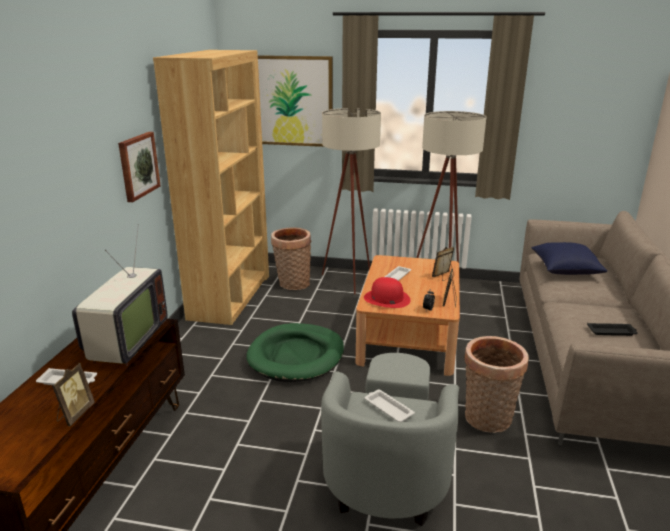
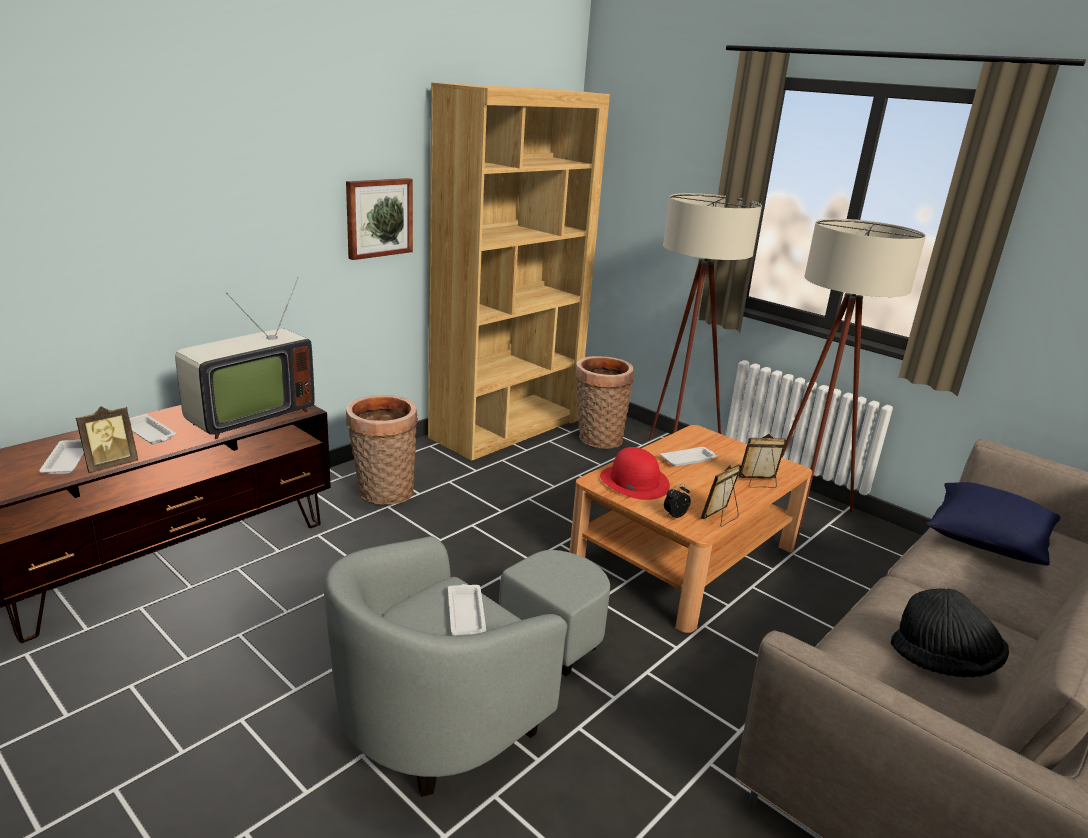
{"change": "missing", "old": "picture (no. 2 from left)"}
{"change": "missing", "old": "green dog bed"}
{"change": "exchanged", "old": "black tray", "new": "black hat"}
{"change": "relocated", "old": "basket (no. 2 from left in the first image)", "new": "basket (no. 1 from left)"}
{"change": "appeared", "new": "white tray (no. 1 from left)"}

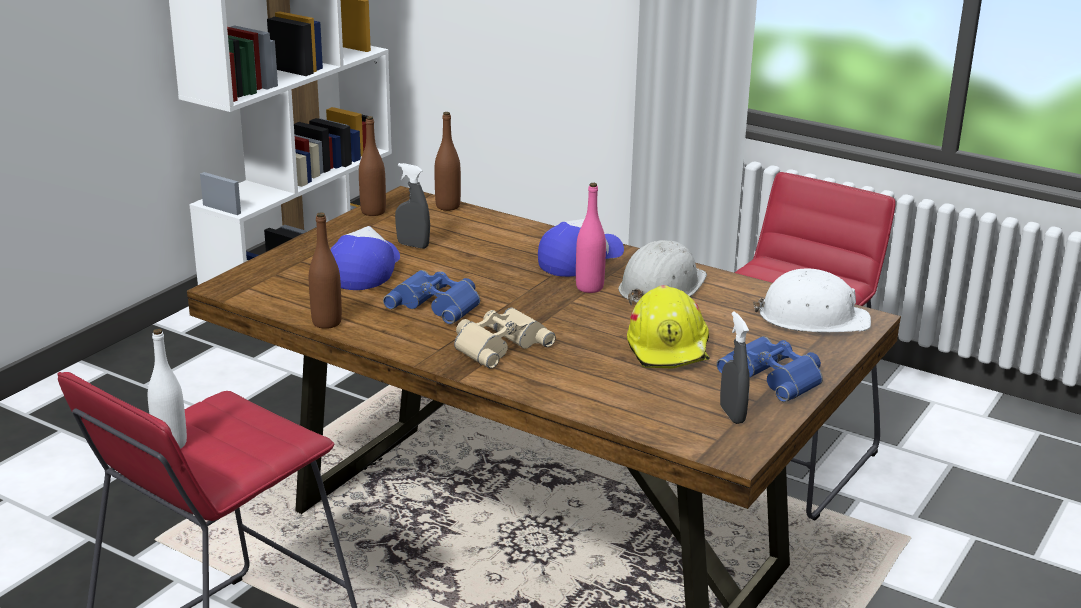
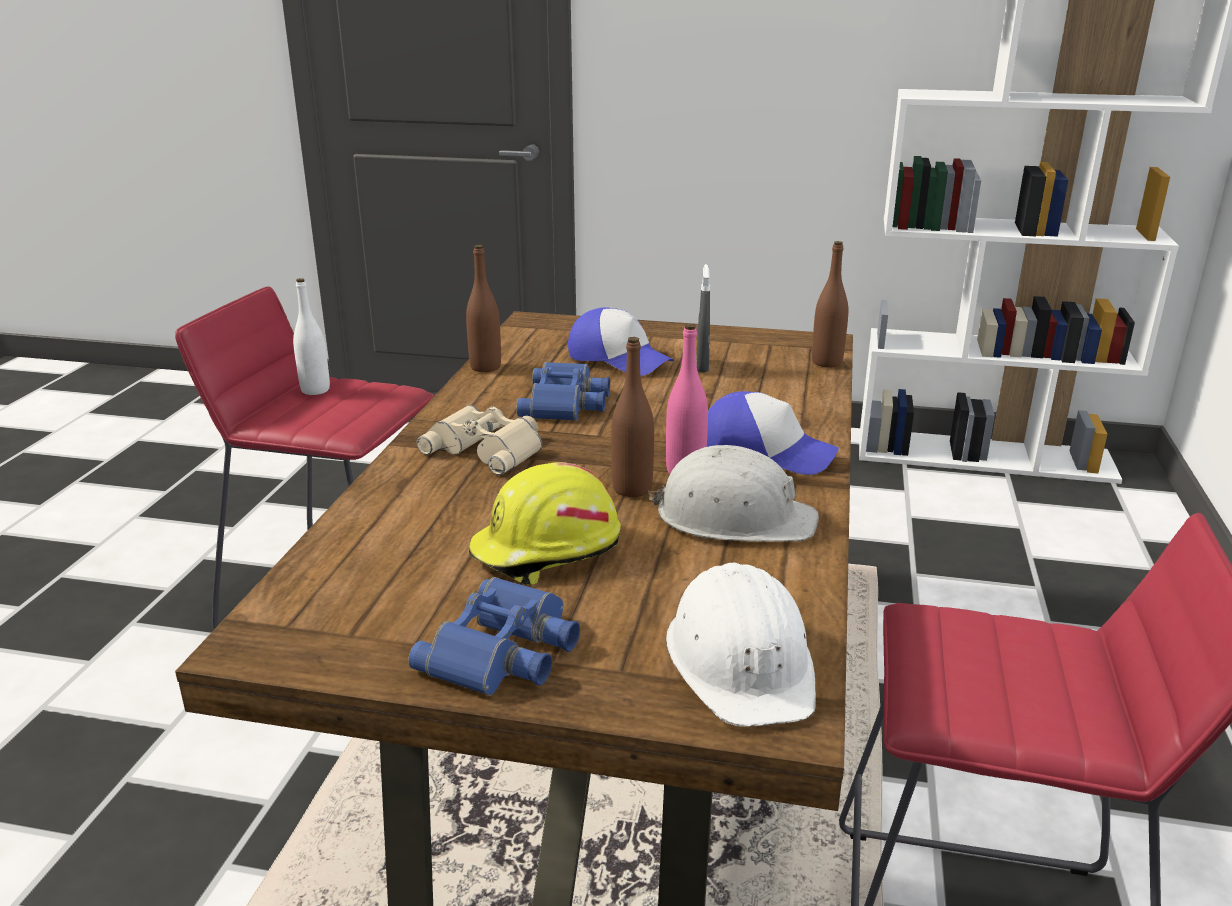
{"change": "relocated", "old": "brown bottle (no. 2 from left)"}
{"change": "spun", "old": "cap (no. 1 from left)", "degrees": 45}
{"change": "missing", "old": "grey spray bottle (no. 2 from left)"}

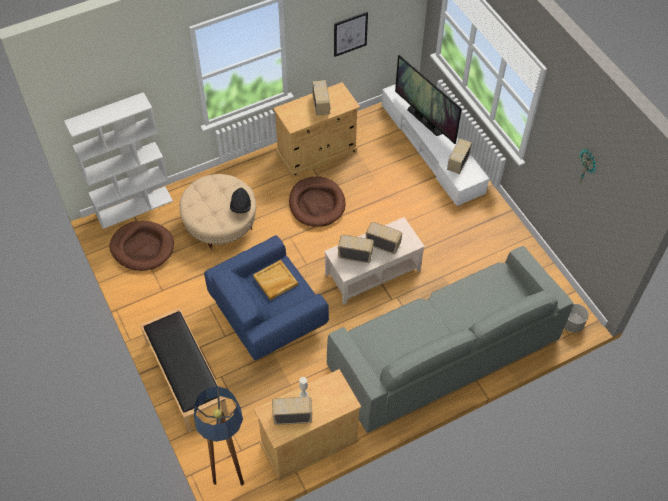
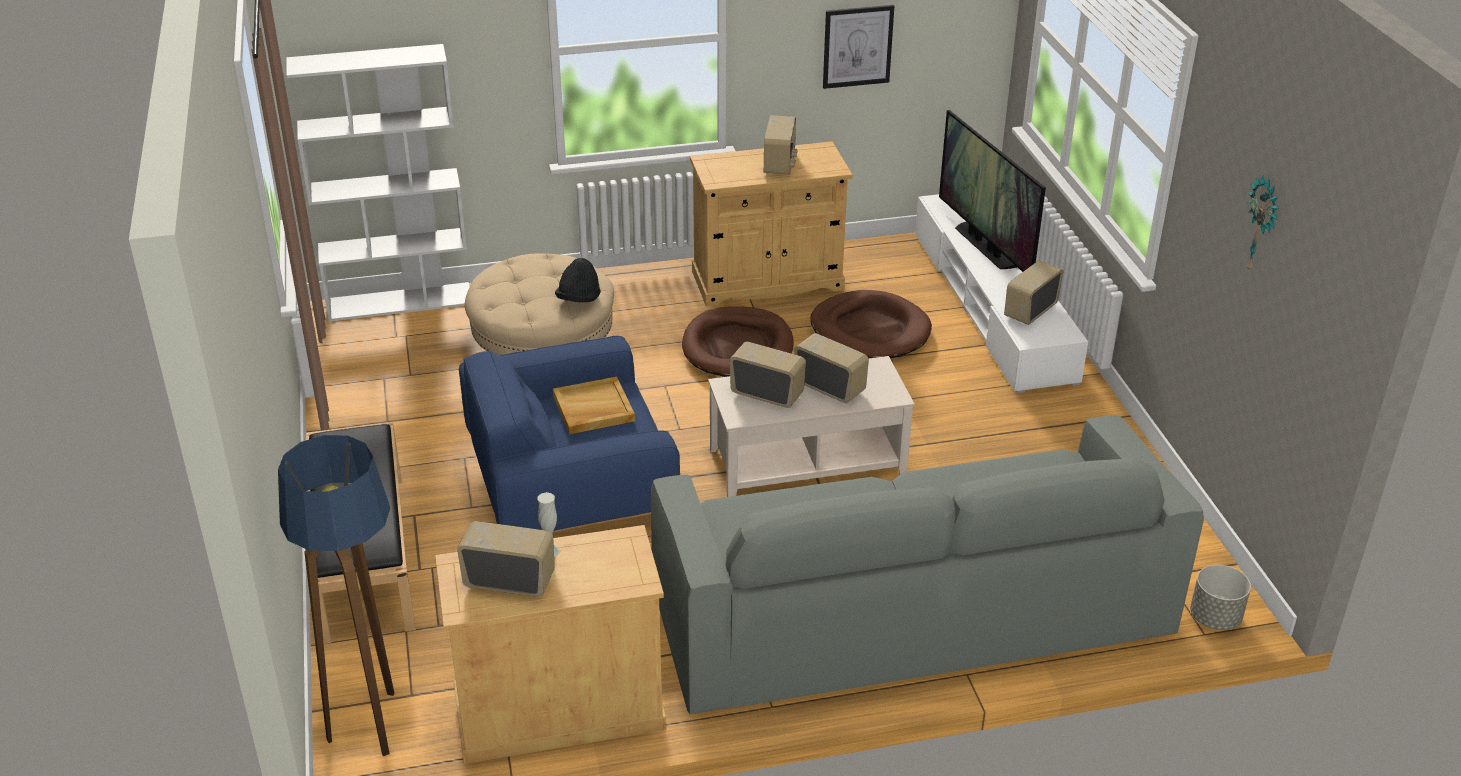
{"change": "relocated", "old": "brown dog bed (no. 1 from left in the first image)", "new": "brown dog bed (no. 2 from left)"}

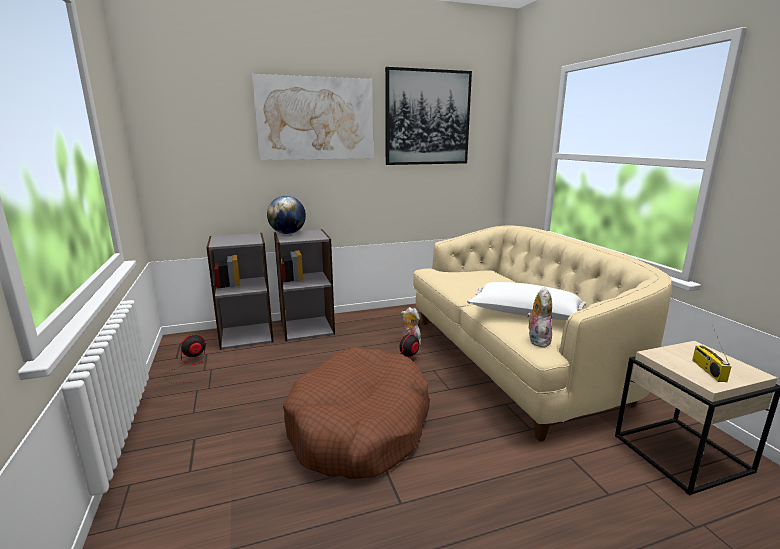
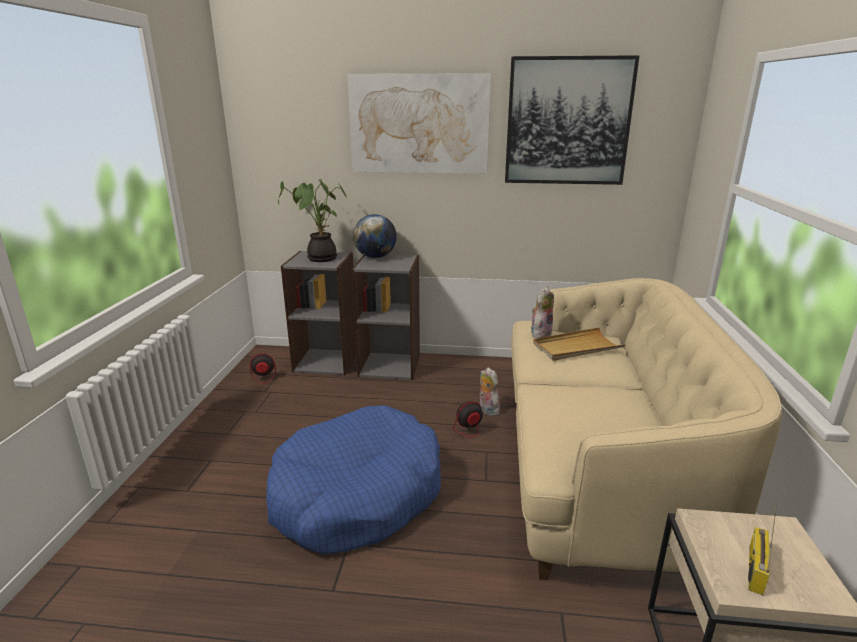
{"change": "missing", "old": "white pillow"}
{"change": "relocated", "old": "plush toy (no. 2 from left)"}
{"change": "colour", "old": "brown dog bed", "new": "blue dog bed"}
{"change": "appeared", "new": "potted plant"}
{"change": "appeared", "new": "beige tray"}

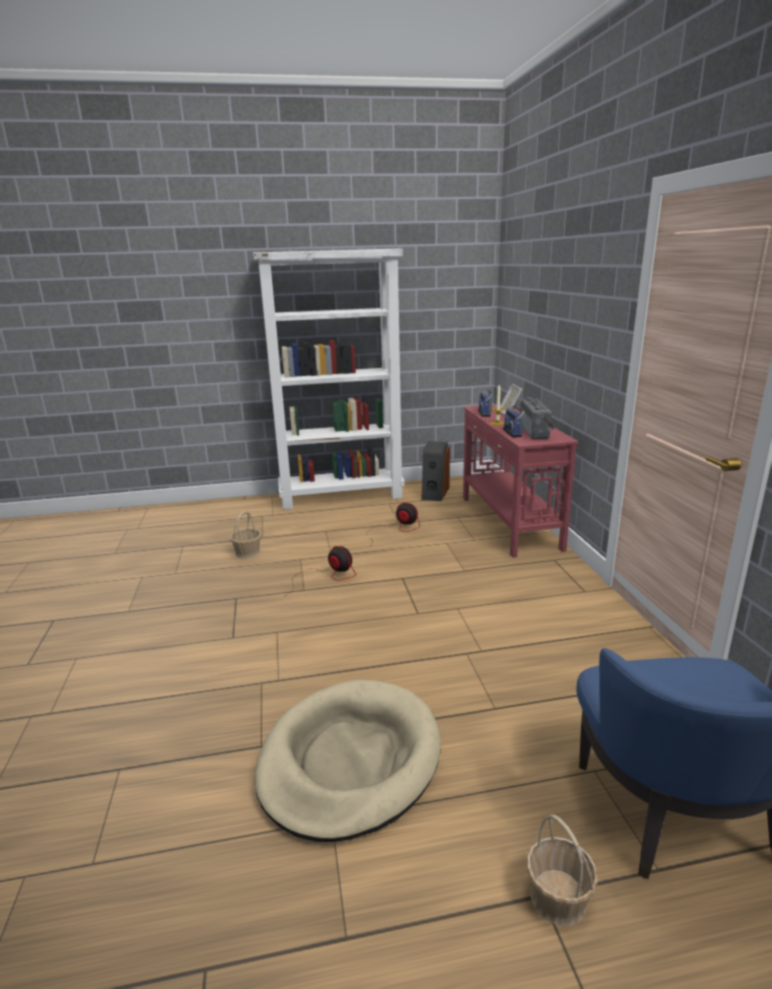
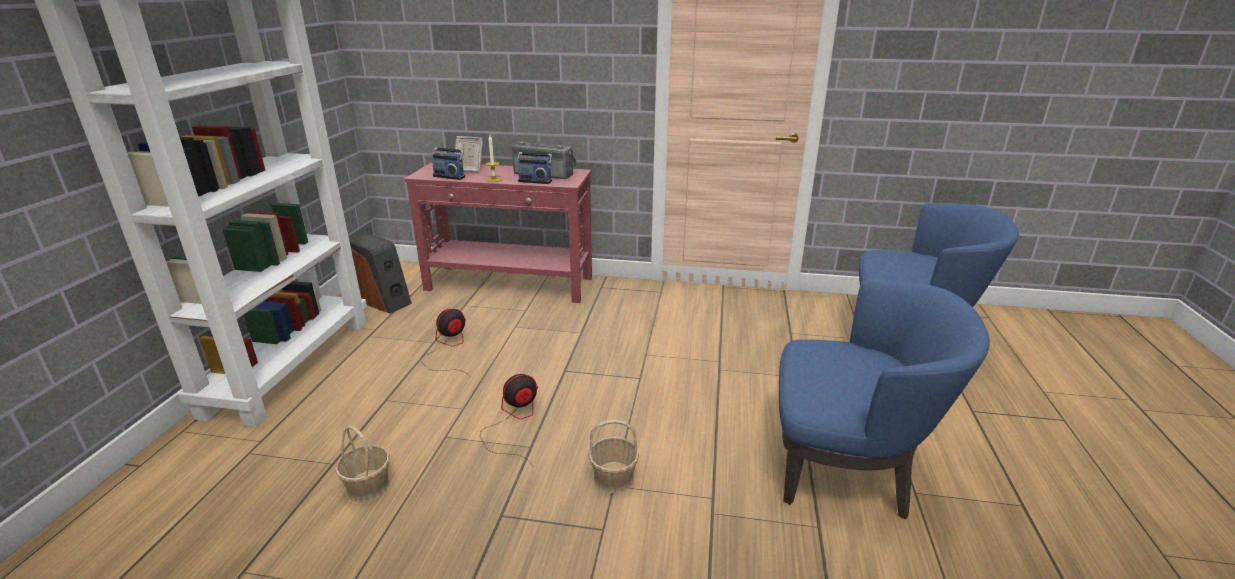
{"change": "exchanged", "old": "beige dog bed", "new": "blue armchair (no. 1 from left)"}
{"change": "relocated", "old": "basket (no. 2 from left)"}

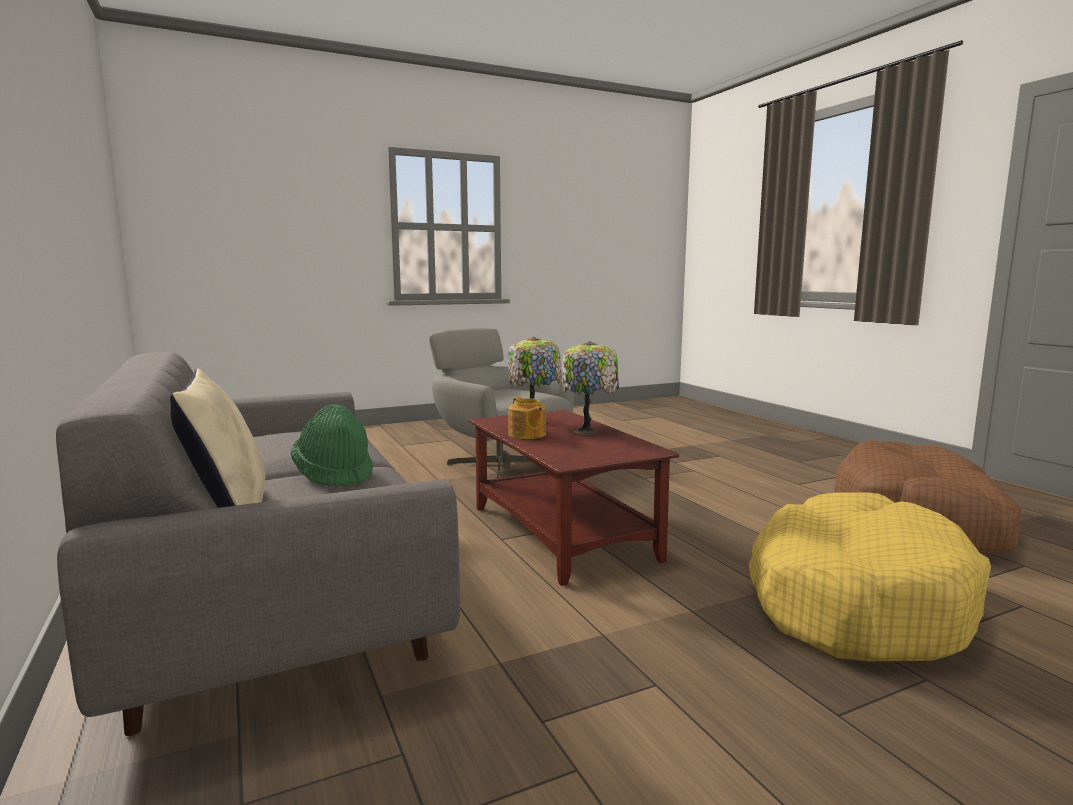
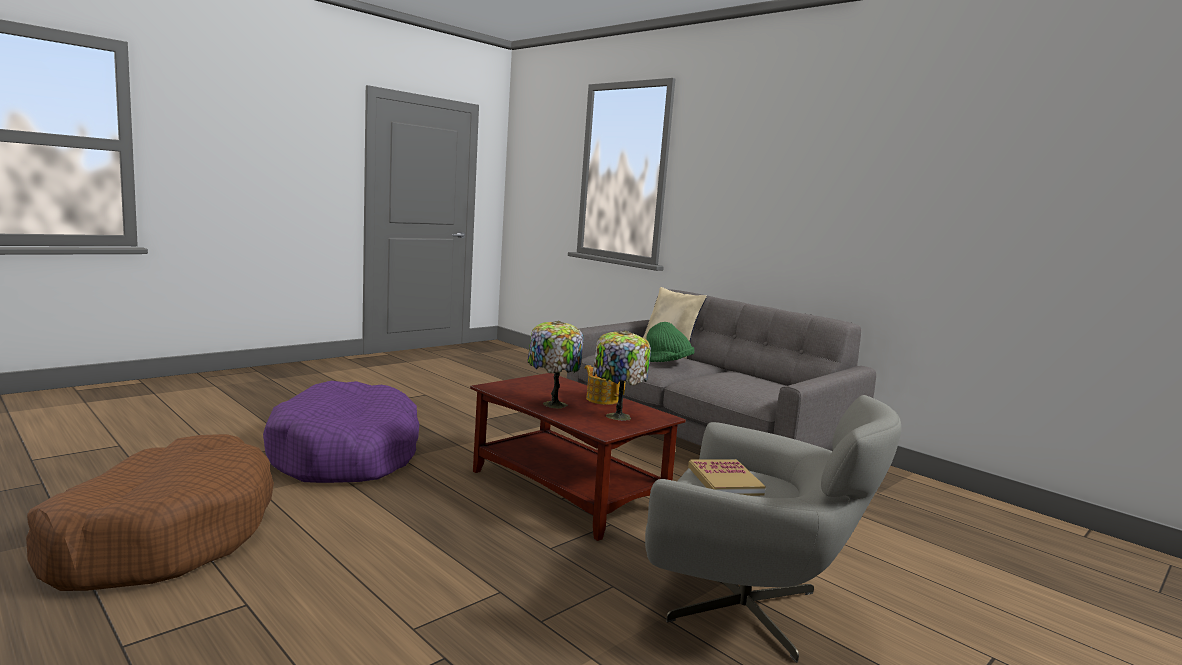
{"change": "colour", "old": "yellow dog bed", "new": "purple dog bed"}
{"change": "appeared", "new": "book"}

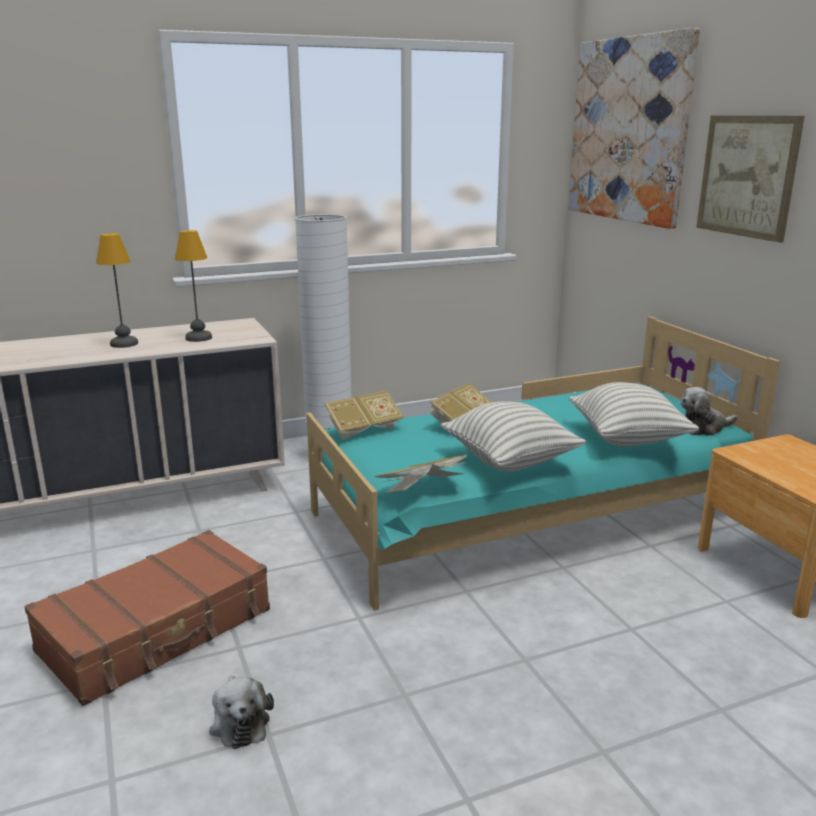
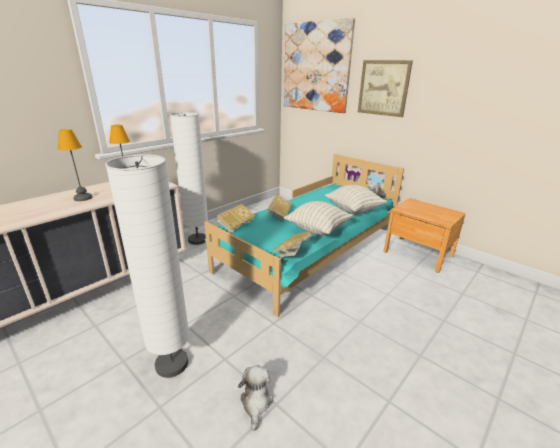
{"change": "exchanged", "old": "brown suitcase", "new": "white floor lamp (no. 1 from left)"}
{"change": "spun", "old": "plush toy (no. 1 from left)", "degrees": -135}

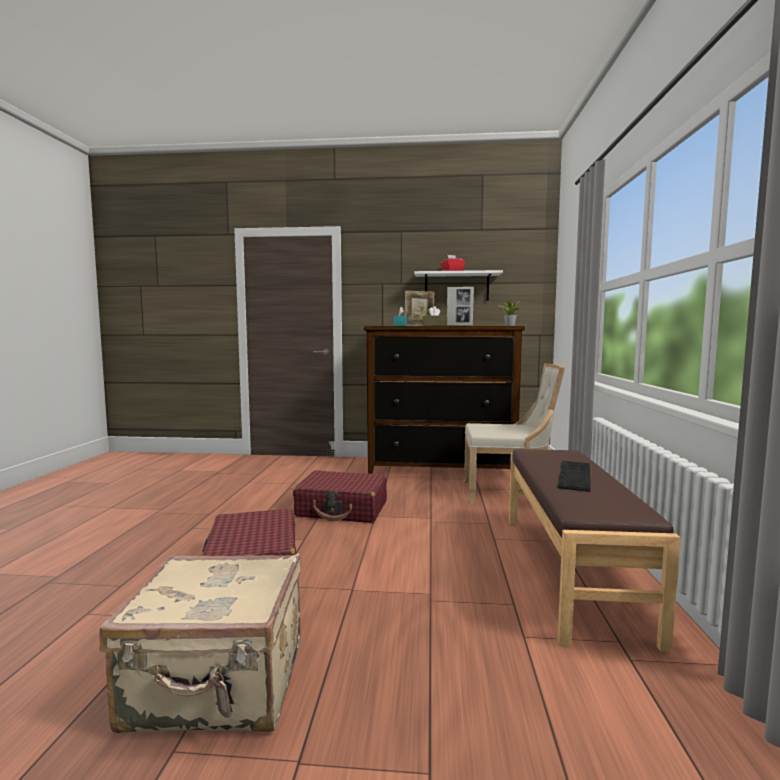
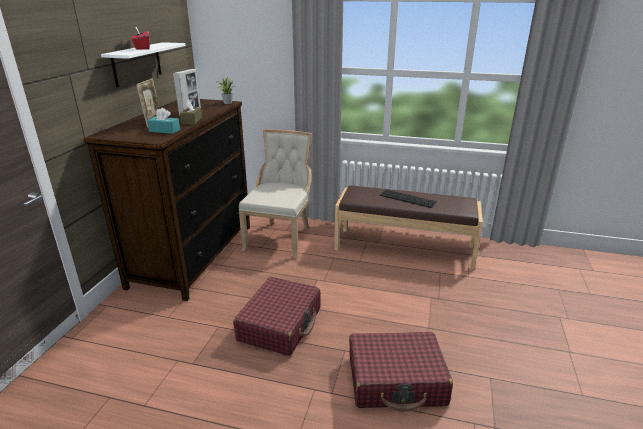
{"change": "missing", "old": "beige suitcase"}

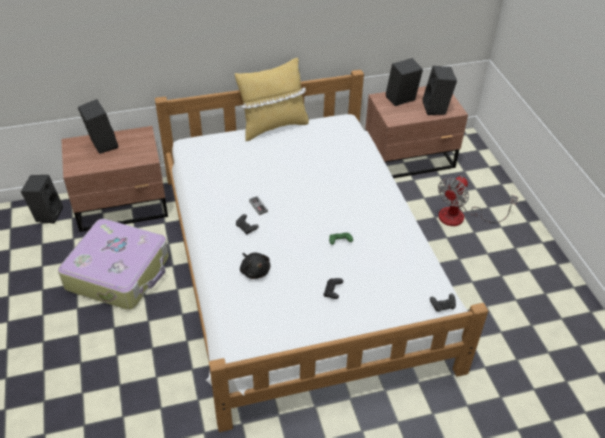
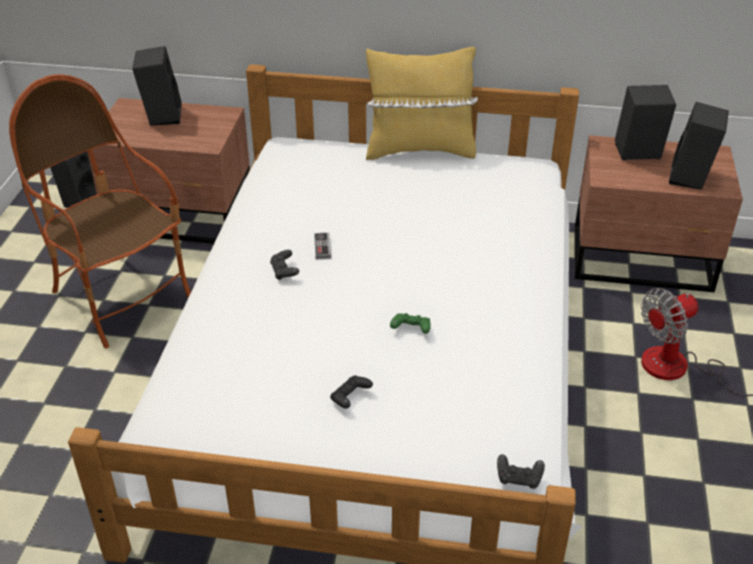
{"change": "exchanged", "old": "suitcase", "new": "armchair"}
{"change": "missing", "old": "black plush toy"}

